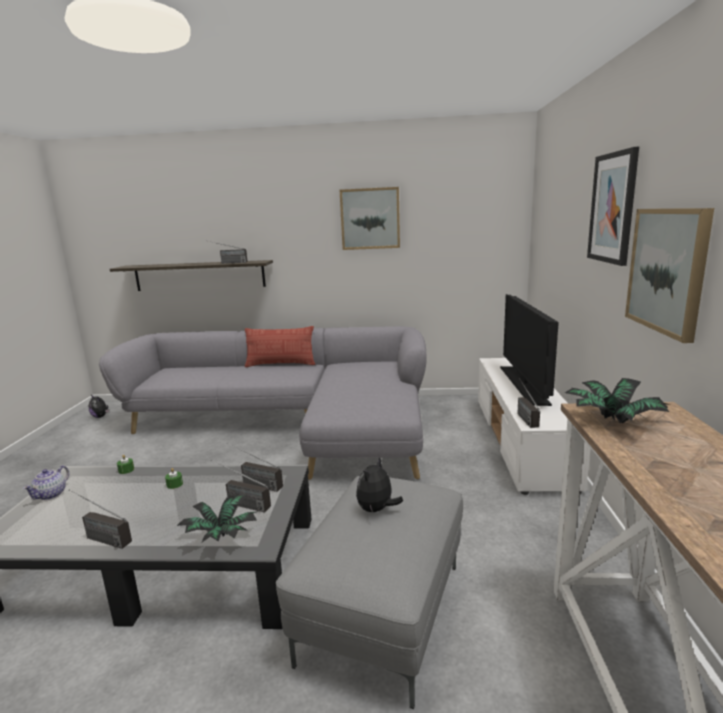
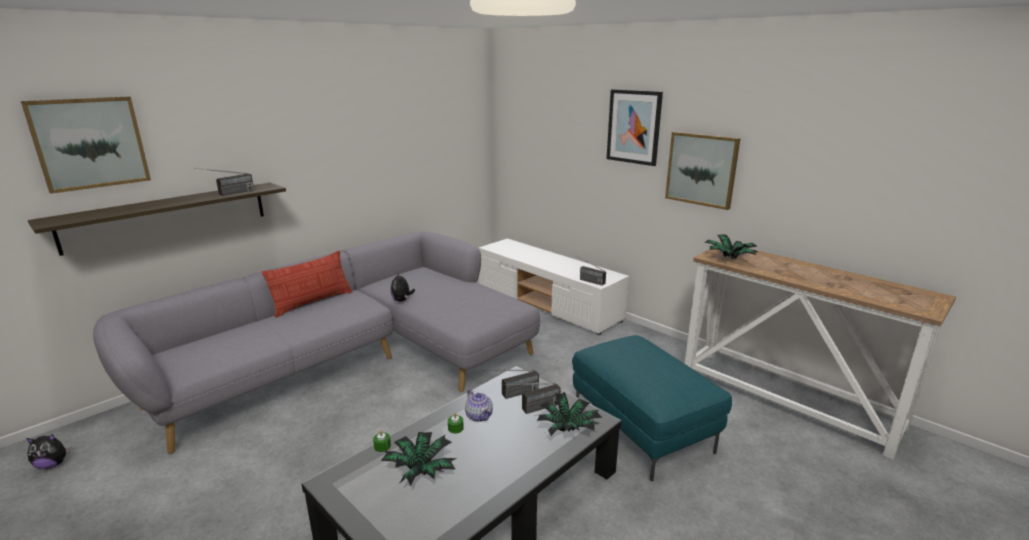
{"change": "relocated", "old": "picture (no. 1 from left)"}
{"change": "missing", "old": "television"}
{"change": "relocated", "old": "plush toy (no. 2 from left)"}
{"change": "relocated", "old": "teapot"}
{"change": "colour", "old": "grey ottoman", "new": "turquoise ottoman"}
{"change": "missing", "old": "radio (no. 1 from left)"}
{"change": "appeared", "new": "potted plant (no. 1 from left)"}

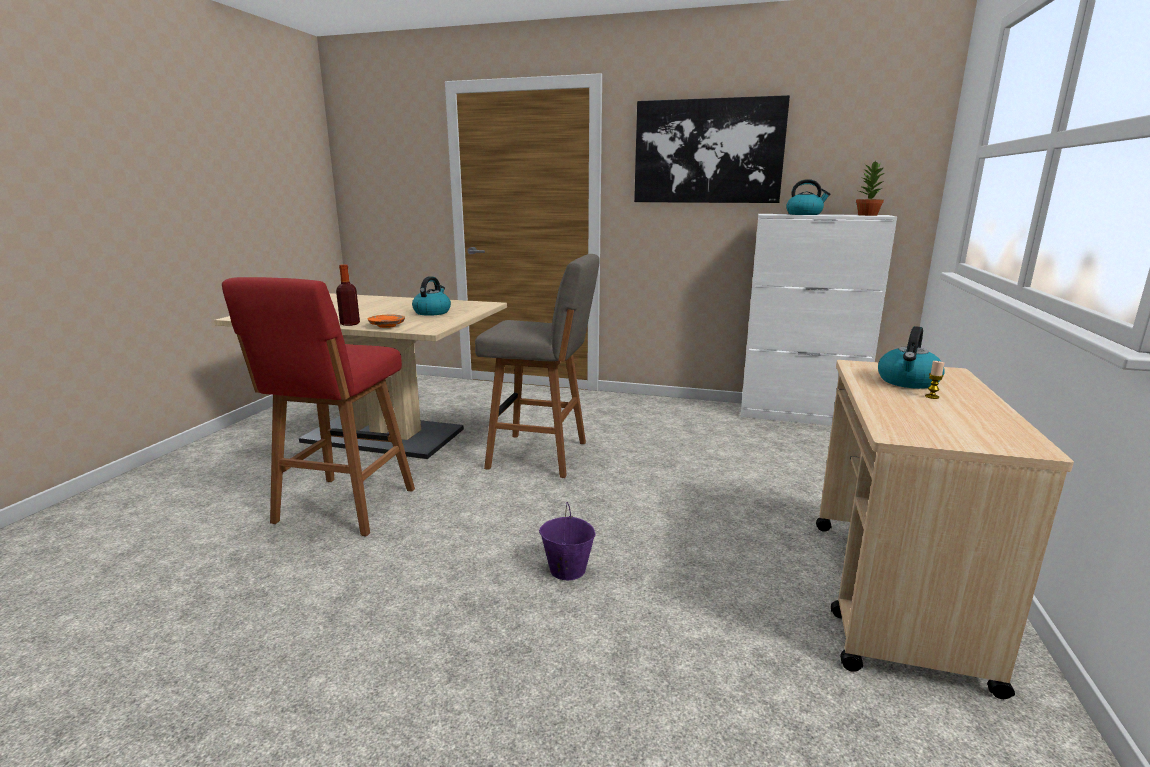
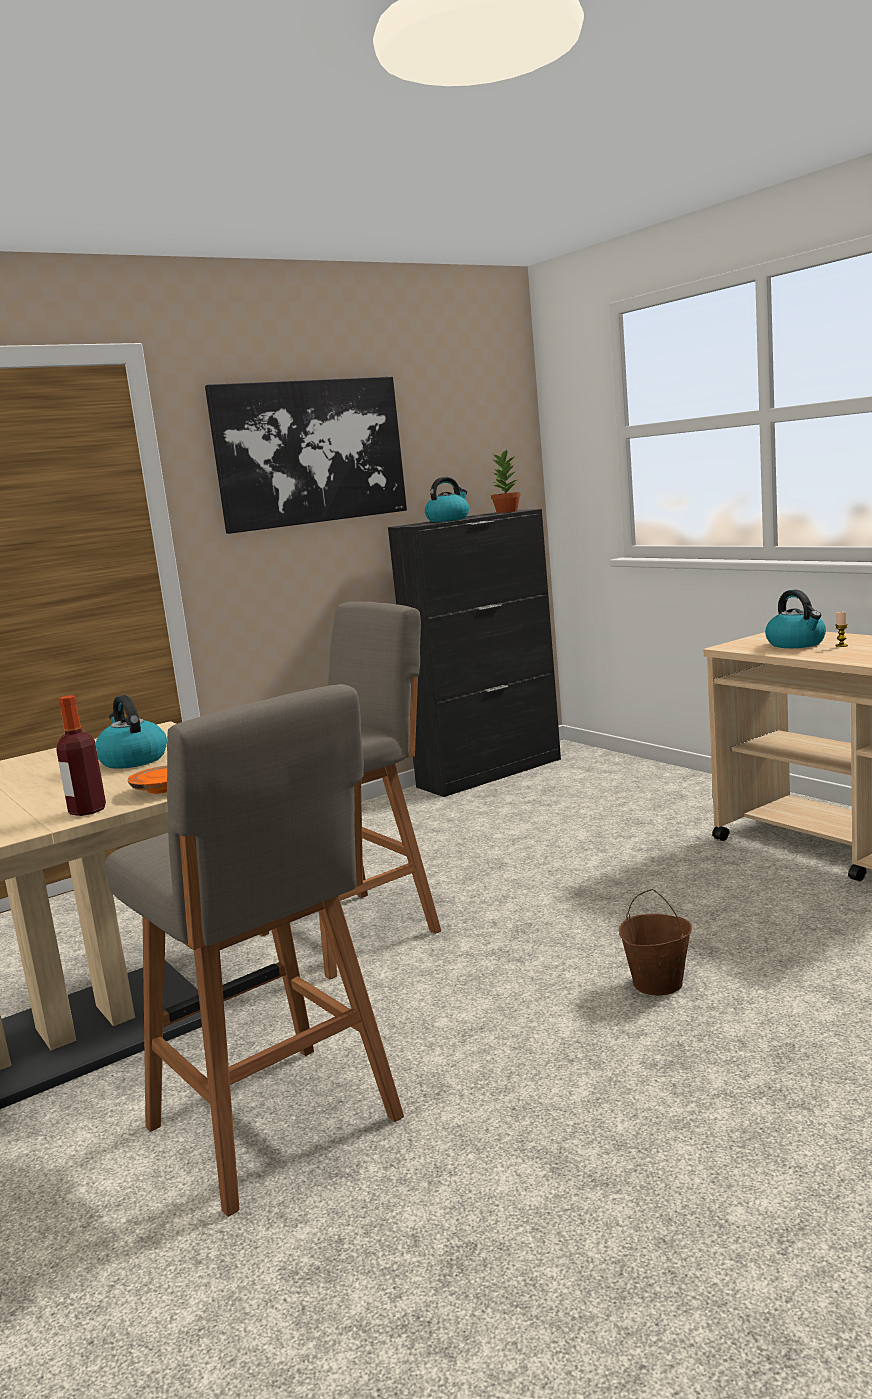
{"change": "colour", "old": "white cabinet", "new": "black cabinet"}
{"change": "colour", "old": "red stool", "new": "grey stool (no. 1 from left)"}
{"change": "colour", "old": "purple bucket", "new": "brown bucket"}

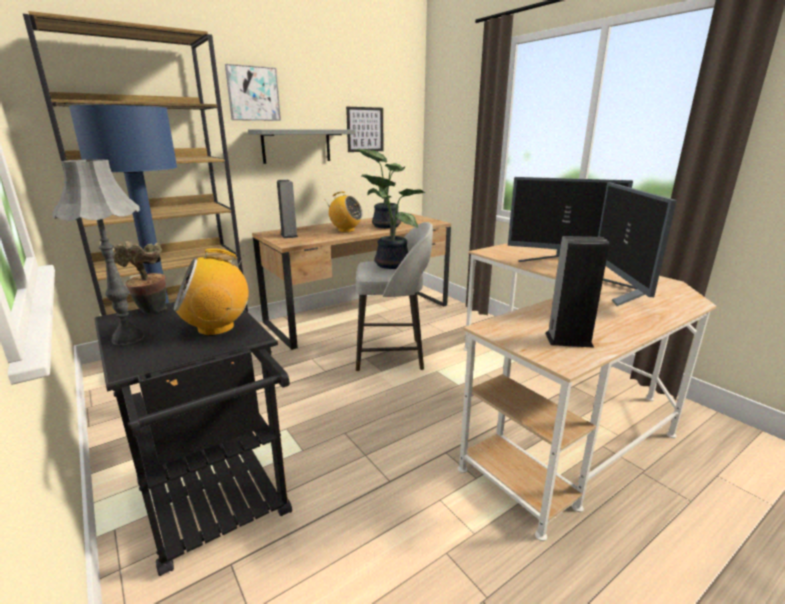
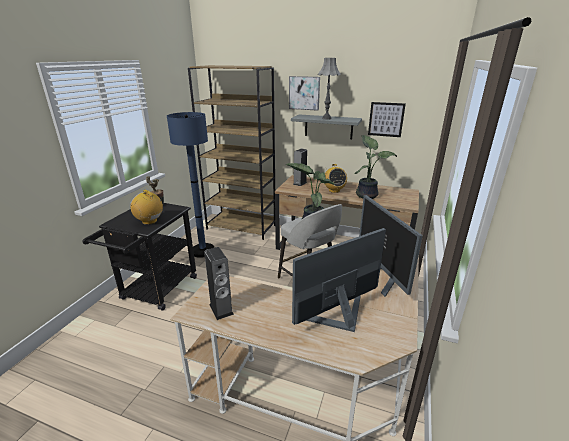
{"change": "relocated", "old": "grey table lamp"}

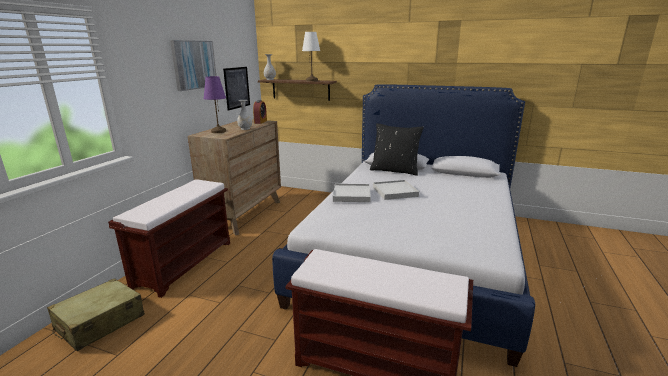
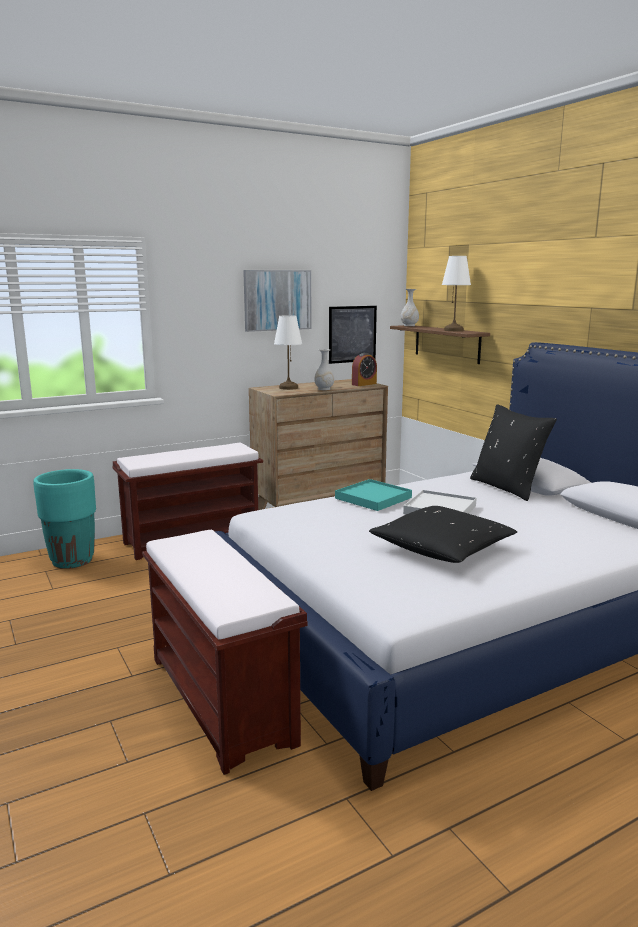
{"change": "colour", "old": "purple table lamp", "new": "white table lamp (no. 1 from left)"}
{"change": "colour", "old": "white tray (no. 1 from left)", "new": "turquoise tray"}
{"change": "exchanged", "old": "beige suitcase", "new": "turquoise planter"}
{"change": "appeared", "new": "black pillow (no. 1 from left)"}

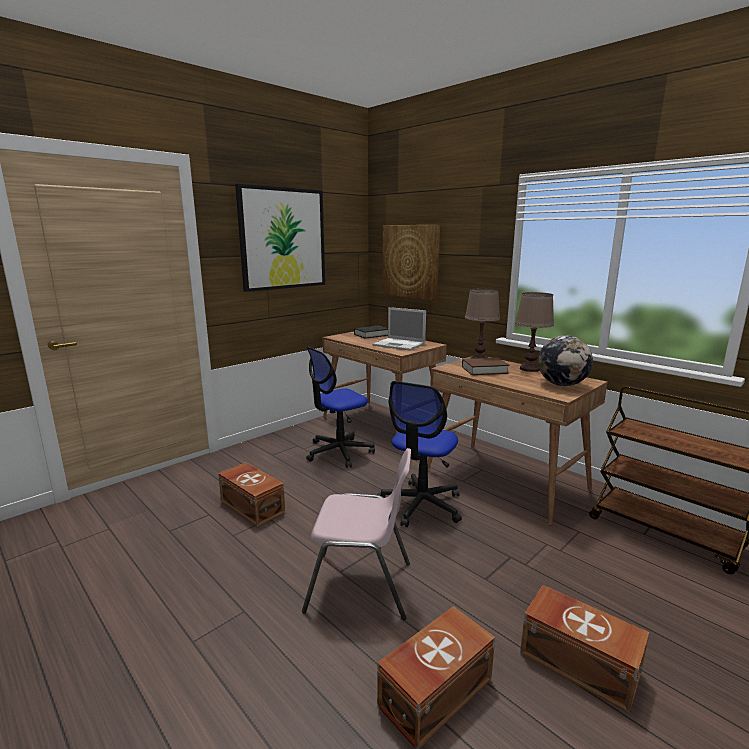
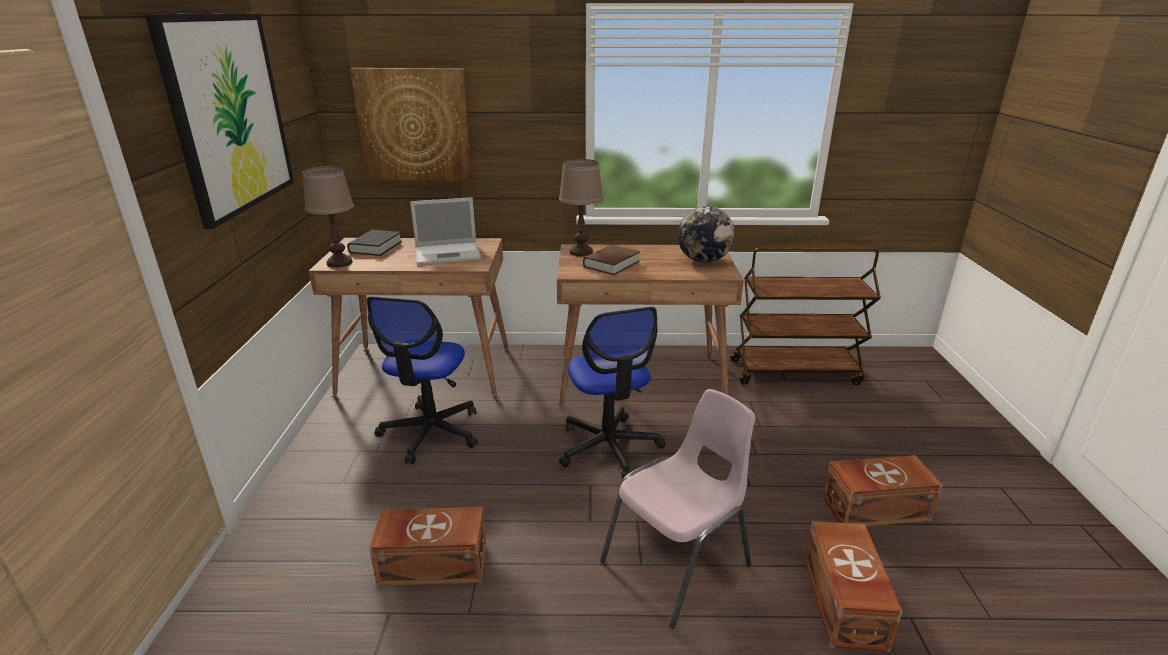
{"change": "relocated", "old": "brown table lamp (no. 2 from left in the first image)", "new": "brown table lamp (no. 1 from left)"}

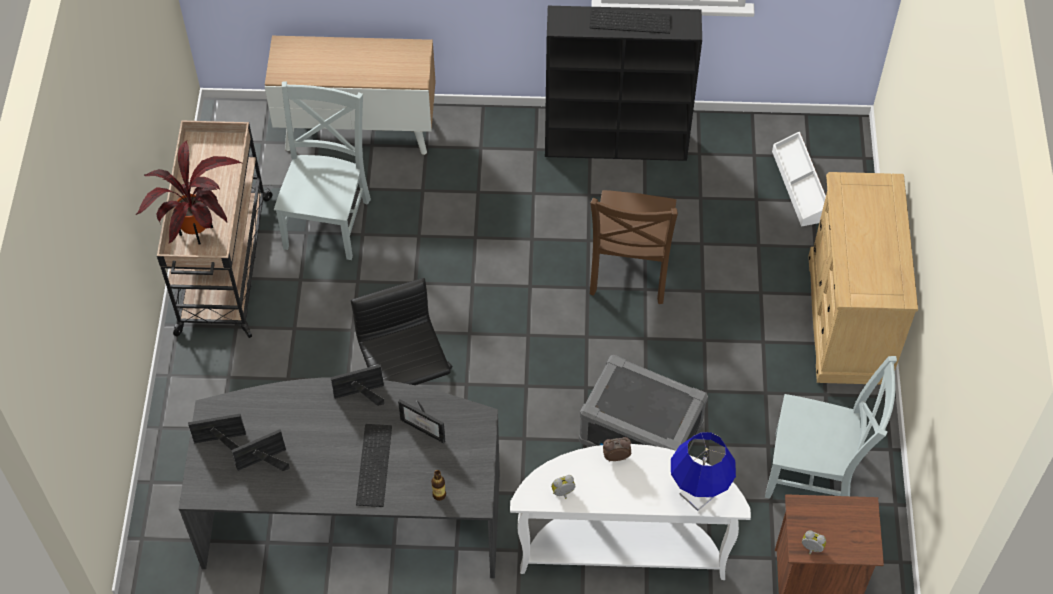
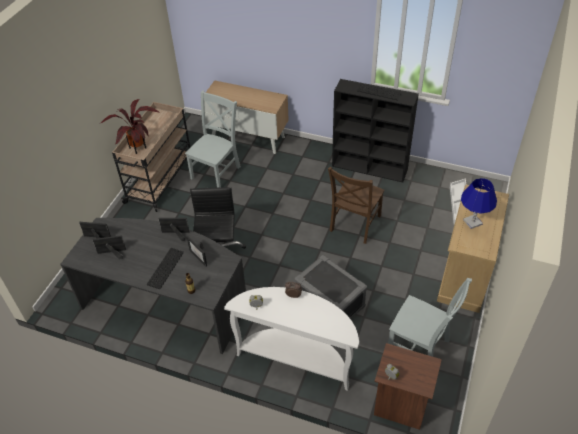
{"change": "relocated", "old": "blue table lamp"}

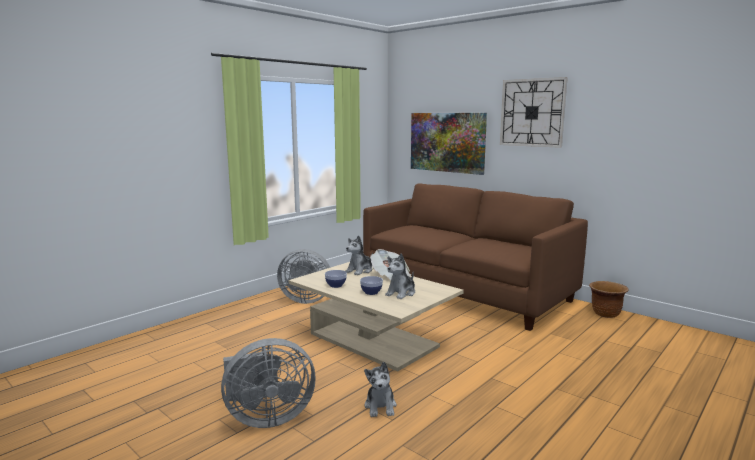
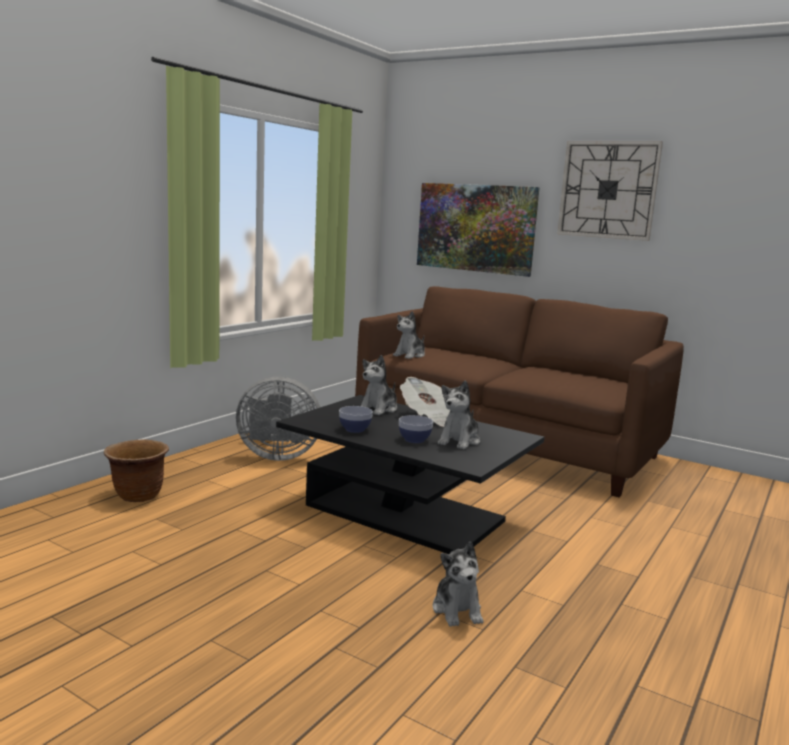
{"change": "colour", "old": "beige coffee table", "new": "black coffee table"}
{"change": "relocated", "old": "brown planter"}
{"change": "missing", "old": "grey fan (no. 1 from left)"}
{"change": "appeared", "new": "plush toy (no. 2 from left)"}

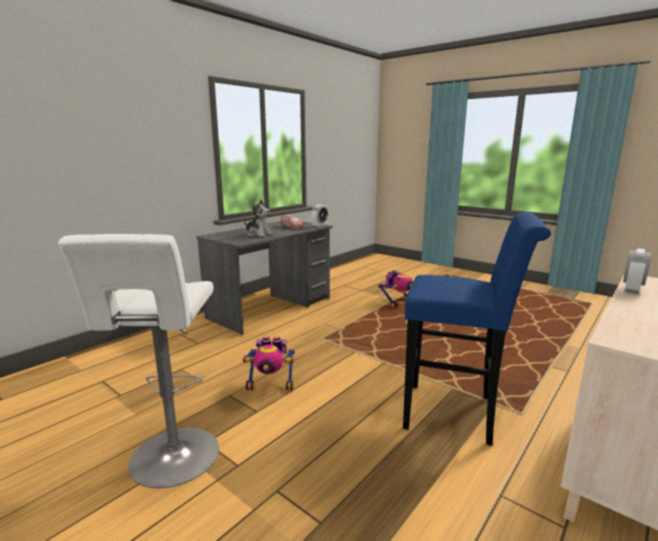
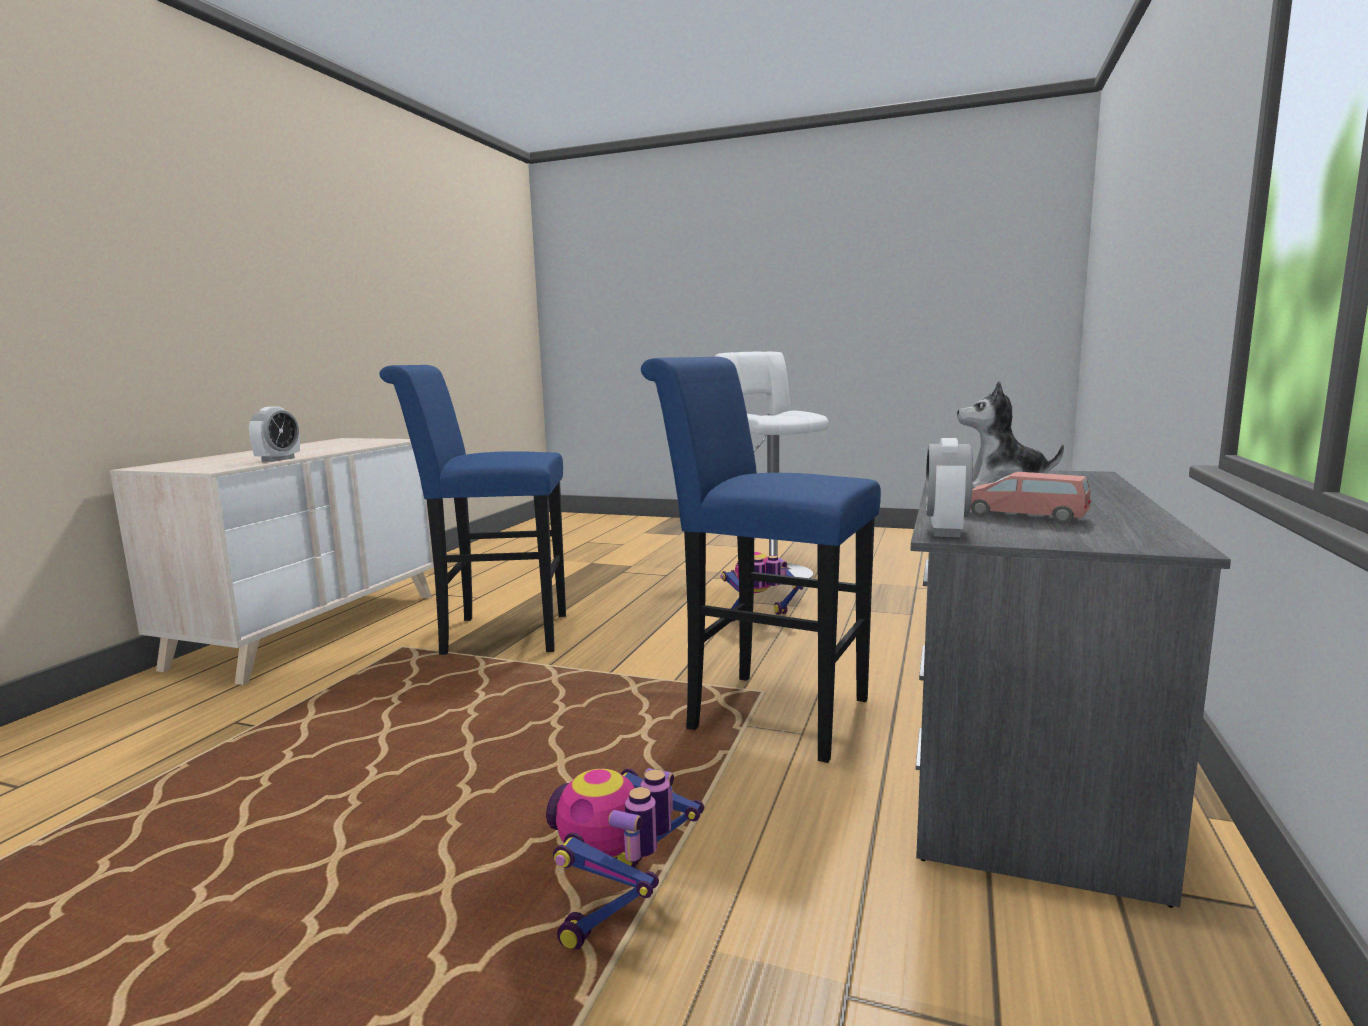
{"change": "appeared", "new": "blue stool (no. 2 from left)"}

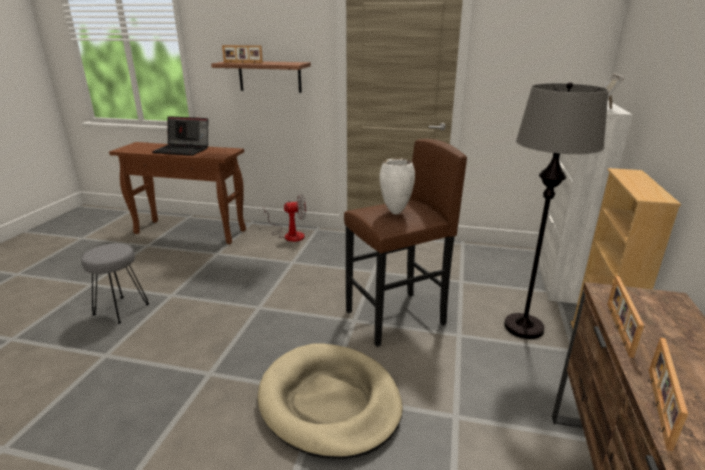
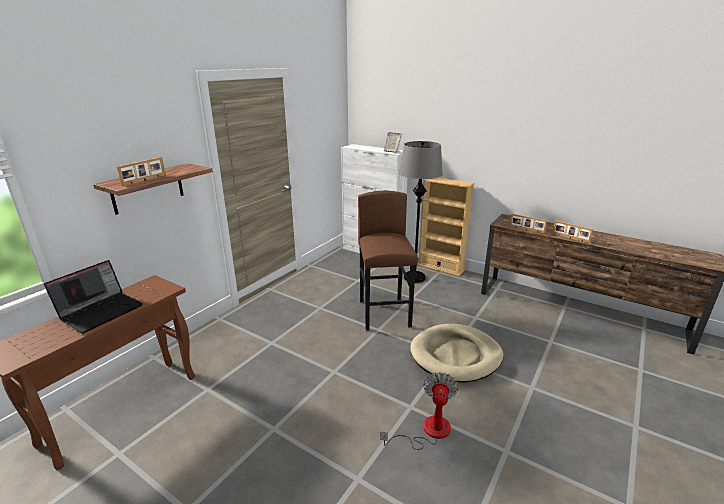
{"change": "missing", "old": "white vase"}
{"change": "relocated", "old": "fan"}
{"change": "missing", "old": "grey stool"}

